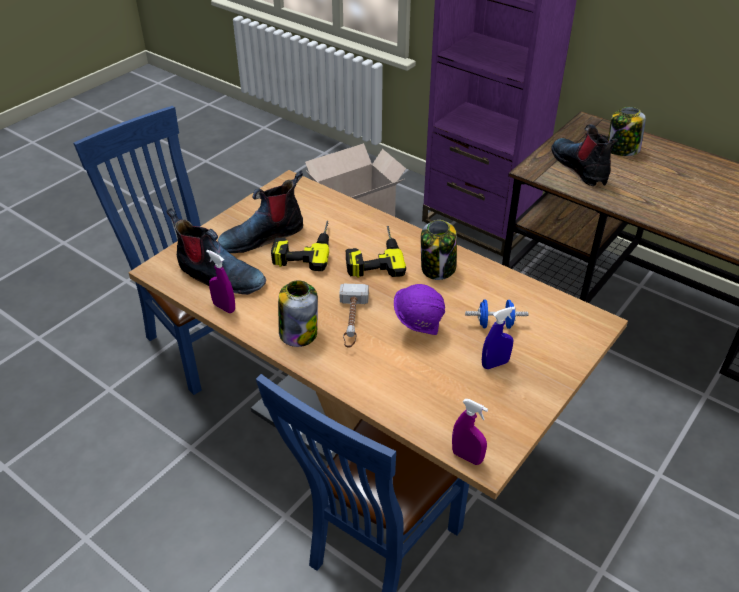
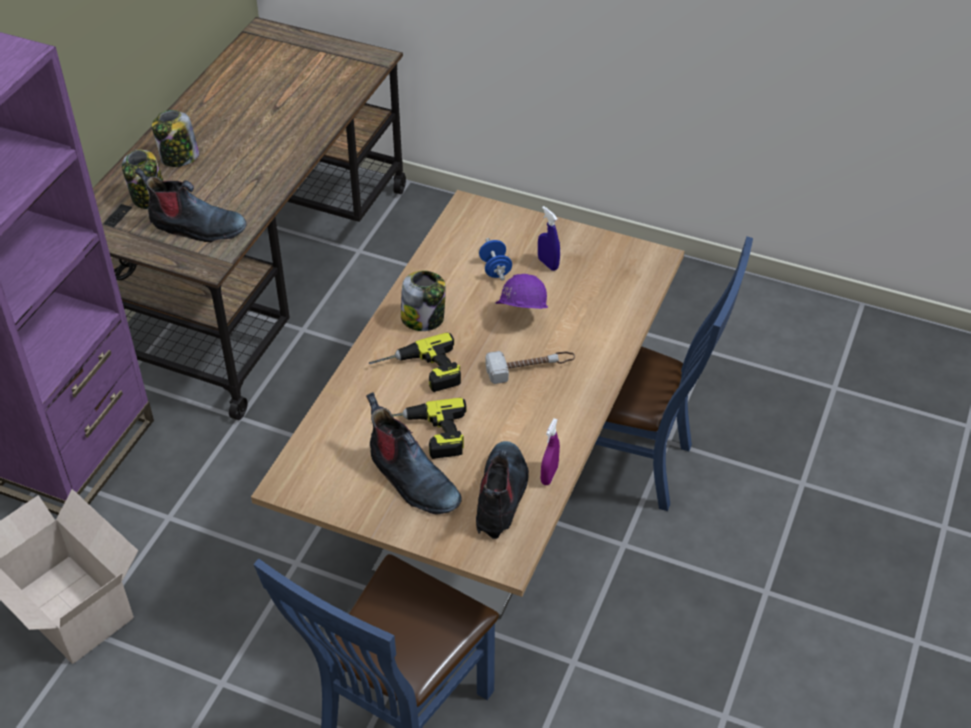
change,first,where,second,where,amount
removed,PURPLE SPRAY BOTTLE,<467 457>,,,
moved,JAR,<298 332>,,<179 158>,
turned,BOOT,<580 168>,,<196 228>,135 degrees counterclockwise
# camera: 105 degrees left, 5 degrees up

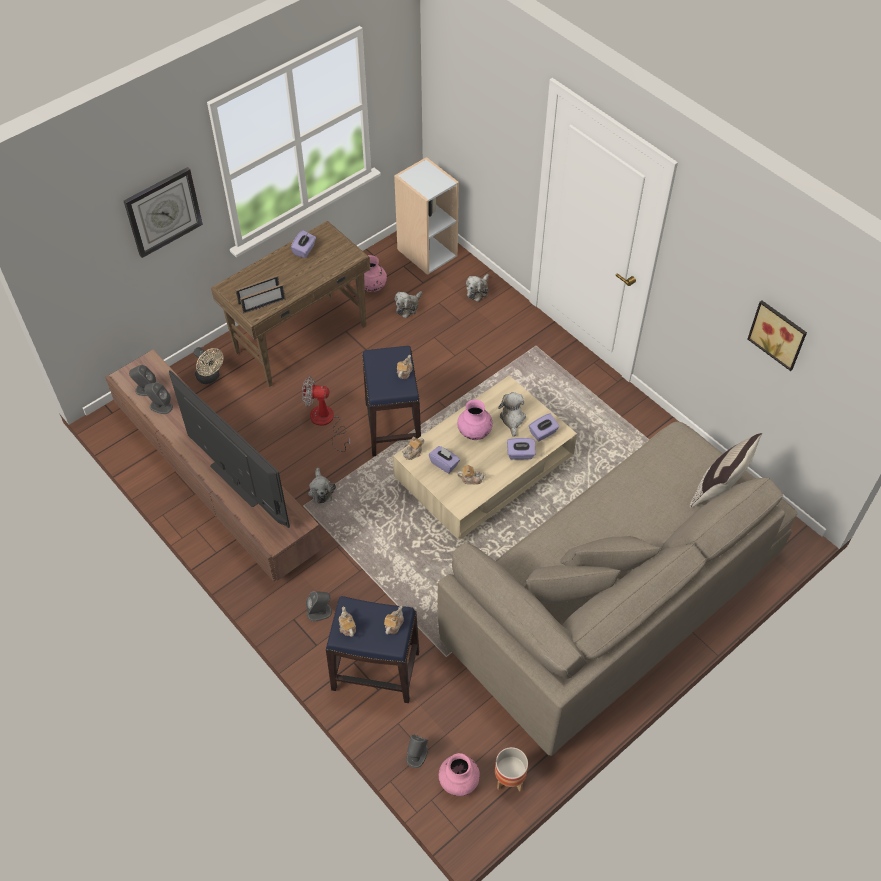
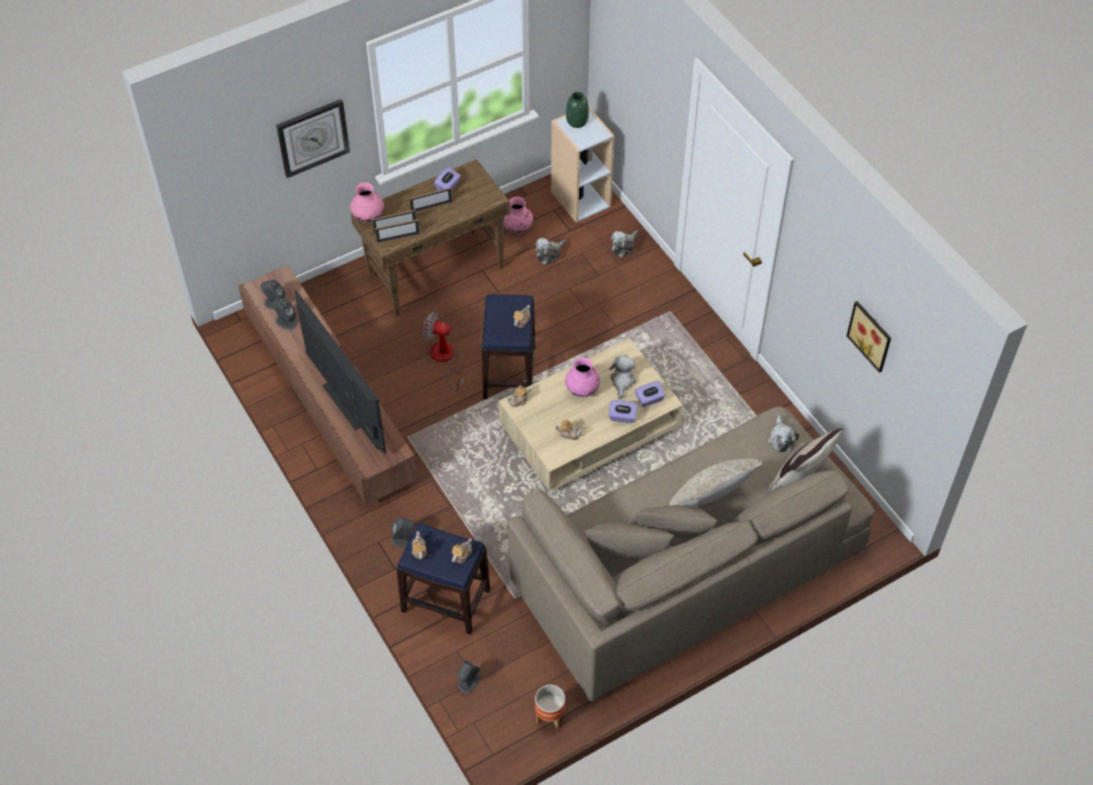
change,first,where,second,where,amount
removed,BEIGE FAN,<210 377>,,,
removed,PURPLE TISSUE BOX,<444 464>,,,
added,,,PICTURE FRAME,<431 207>,
added,,,GREEN VASE,<576 121>,
added,,,BEIGE PILLOW,<710 502>,
moved,PLUSH TOY,<321 490>,,<781 439>,
moved,PINK VASE,<459 781>,,<368 216>,
# camera: 10 degrees right, 0 degrees up

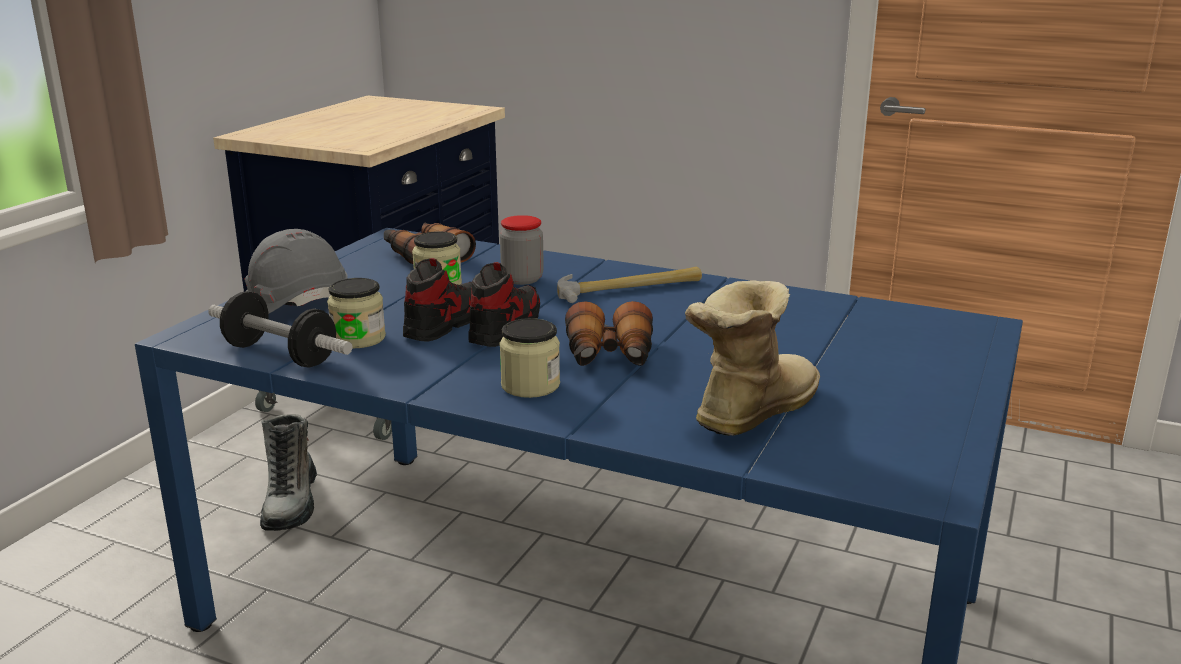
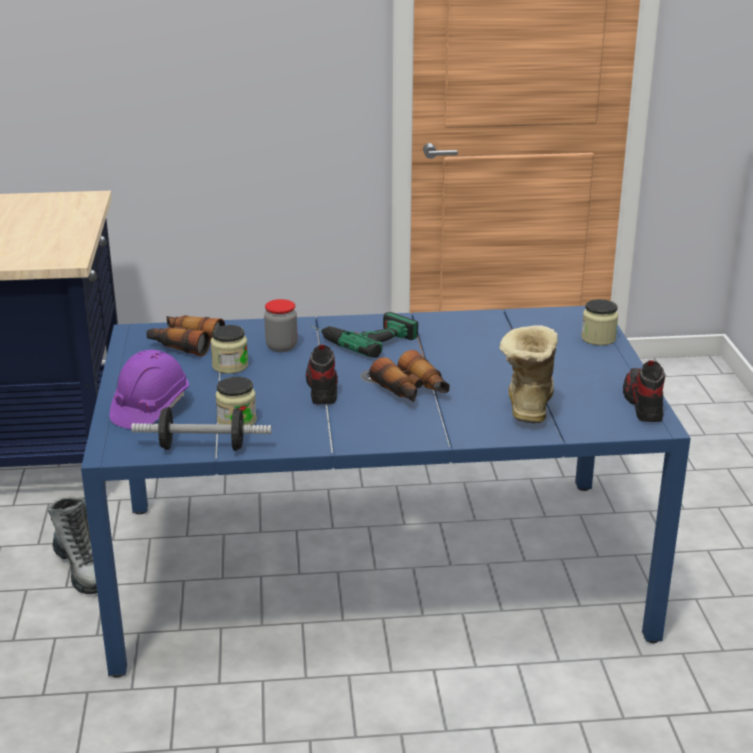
change,first,where,second,where,amount
moved,SHOE,<444 323>,,<642 404>,
moved,JAR,<530 385>,,<598 338>,
replaced,HAMMER,<629 289>,POWER DRILL,<361 337>,
recoloured,GREY HARD HAT,<292 305>,PURPLE HARD HAT,<150 408>,
# camera: 30 degrees left, 5 degrees up

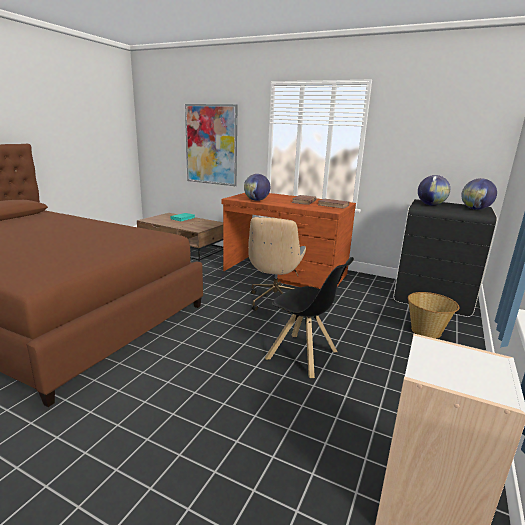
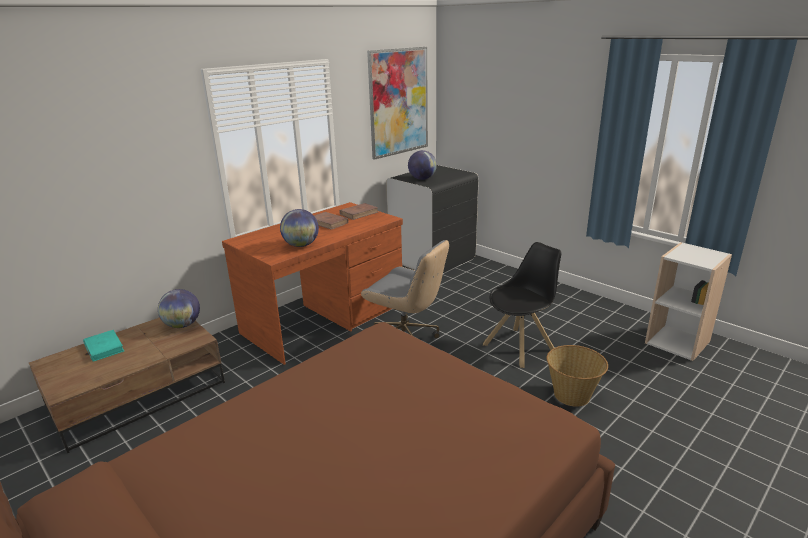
change,first,where,second,where,amount
moved,PICTURE,<211 145>,,<399 102>,
moved,BASKET,<426 331>,,<572 395>,
moved,GLOBE,<475 209>,,<182 325>,
# camera: 70 degrees left, 5 degrees up

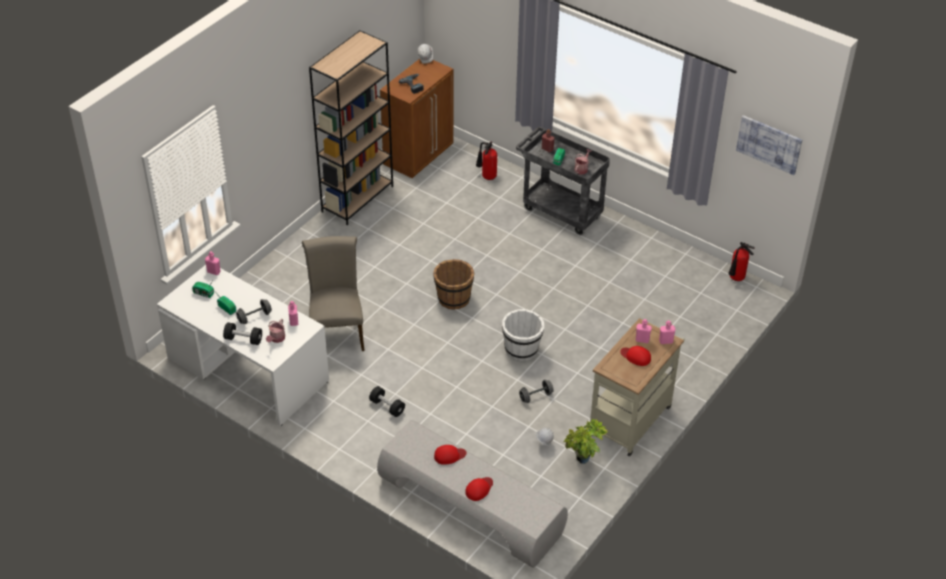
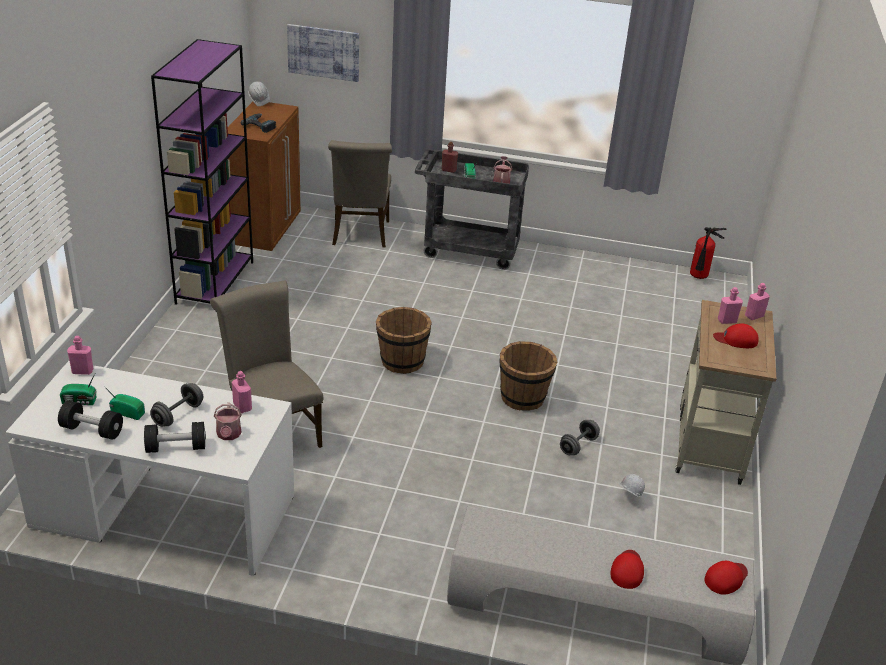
change,first,where,second,where,amount
removed,POTTED PLANT,<583 462>,,,
moved,BLACK DUMBBELL,<387 406>,,<92 430>,
moved,RED CAP,<449 455>,,<726 578>,
moved,PICTURE,<769 144>,,<323 52>,
replaced,FIRE EXTINGUISHER,<486 177>,BEIGE CHAIR,<360 235>,
recoloured,BEIGE BOOKCASE,<357 198>,PURPLE BOOKCASE,<215 282>,
recoloured,WHITE BUCKET,<522 349>,BROWN BUCKET,<523 397>,
# camera: 25 degrees left, 10 degrees down

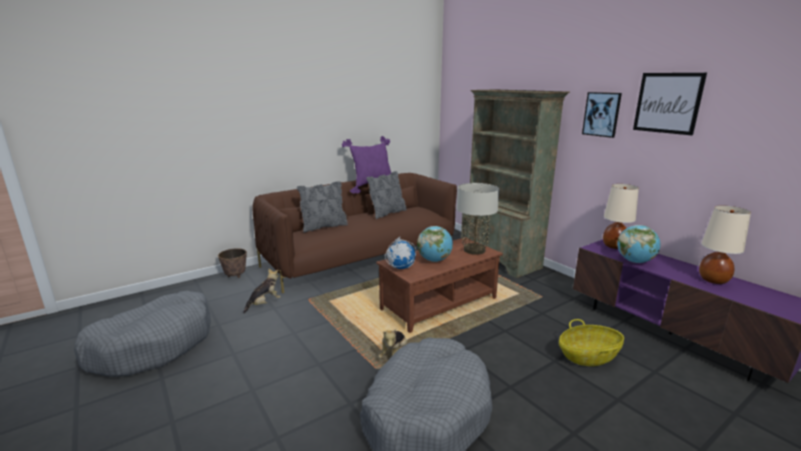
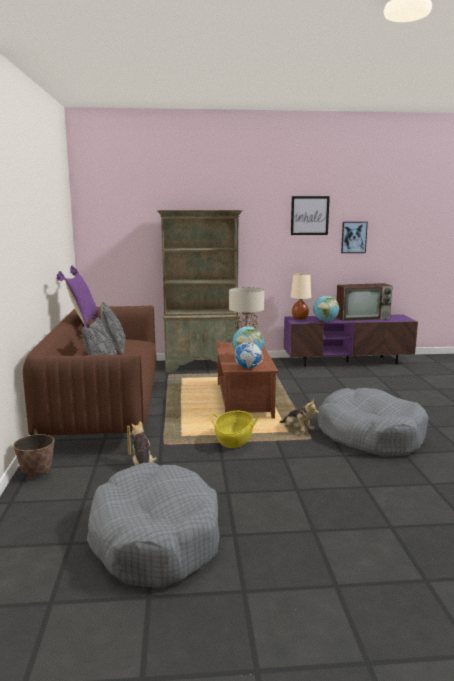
change,first,where,second,where,amount
moved,BASKET,<588 356>,,<234 440>,
moved,PICTURE,<601 114>,,<353 237>,
replaced,BEIGE TABLE LAMP,<713 280>,TELEVISION,<363 318>,
# camera: 60 degrees left, 5 degrees down

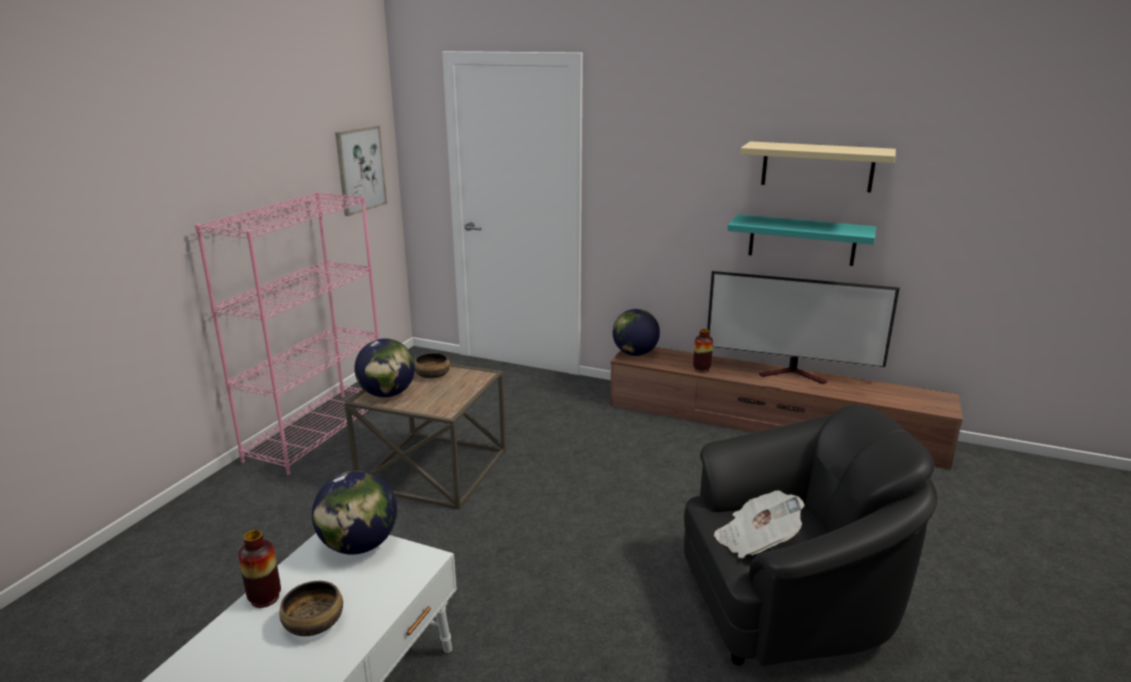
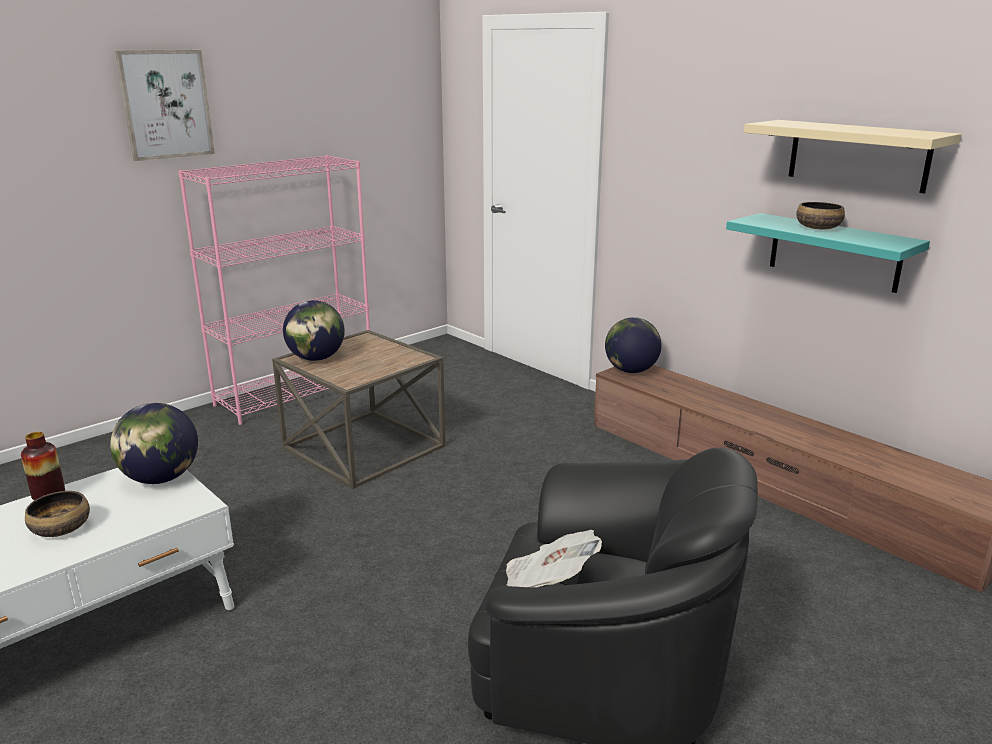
change,first,where,second,where,amount
removed,VASE,<701 369>,,,
removed,TELEVISION,<794 374>,,,
moved,PICTURE,<360 169>,,<166 104>,
moved,BOWL,<432 375>,,<817 228>,
# camera: 25 degrees right, 0 degrees up

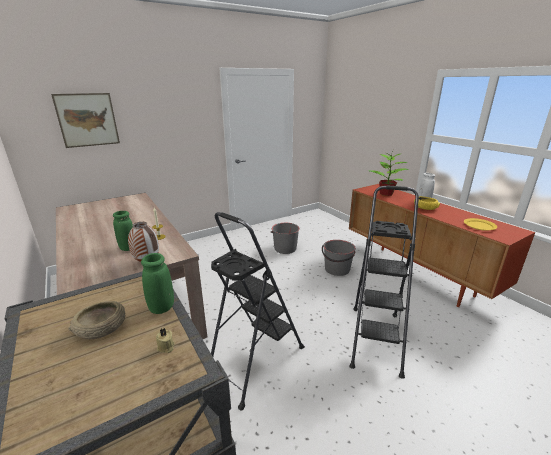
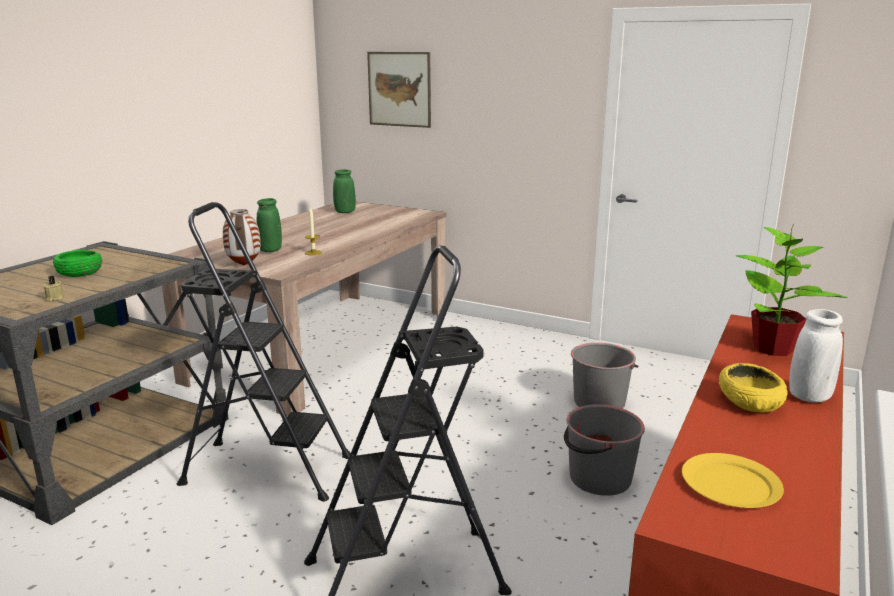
change,first,where,second,where,amount
moved,GREEN VASE,<162 307>,,<345 212>,
recoloured,BEIGE BOWL,<101 328>,GREEN BOWL,<79 273>,
# camera: 60 degrees right, 5 degrees down

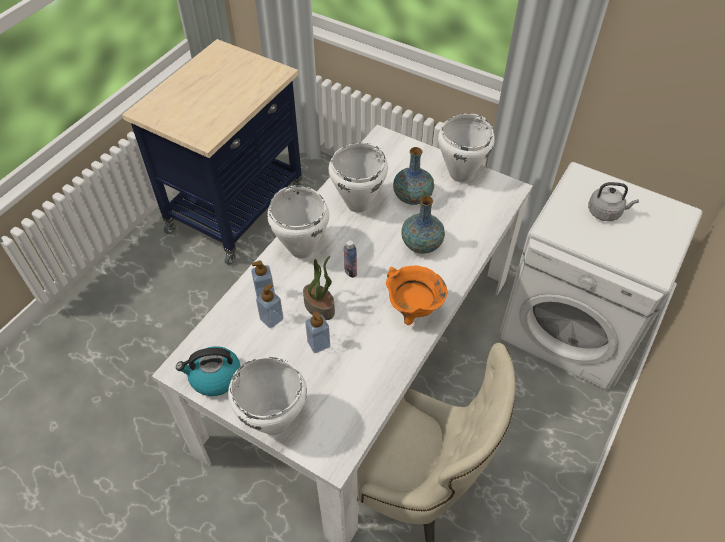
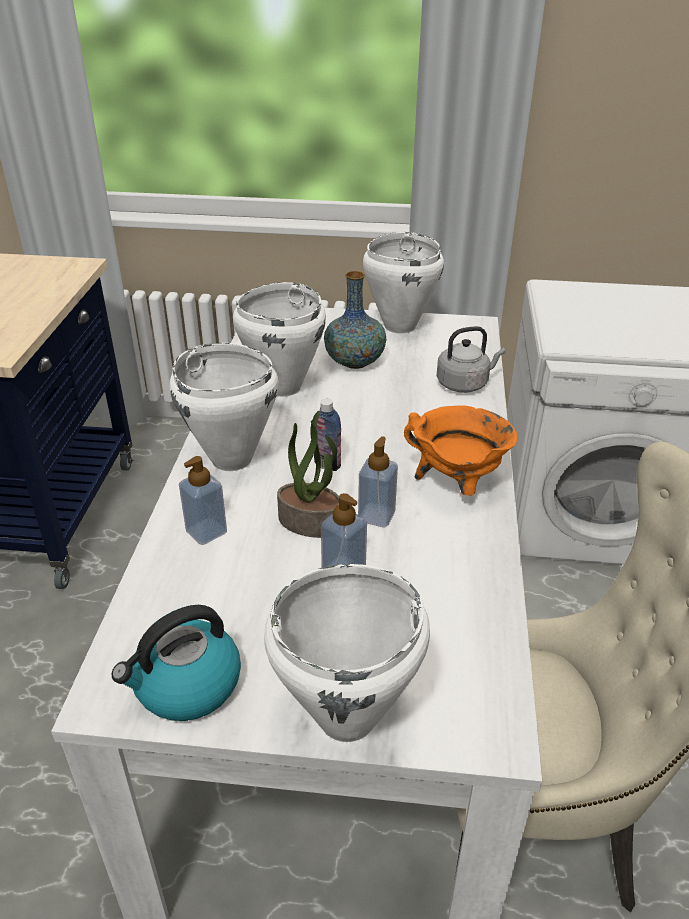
change,first,where,second,where,amount
removed,VASE,<421 244>,,,
moved,SOAP DISPENSER,<271 319>,,<376 516>,
moved,GREY KETTLE,<606 212>,,<464 383>,
# camera: 25 degrees left, 15 degrees down

